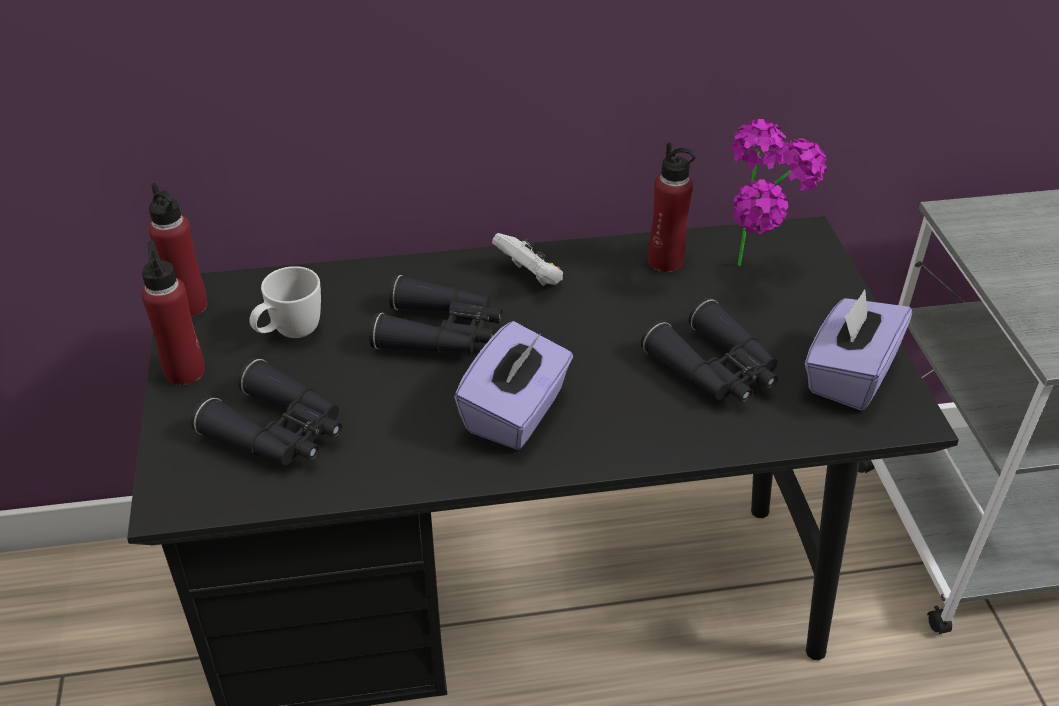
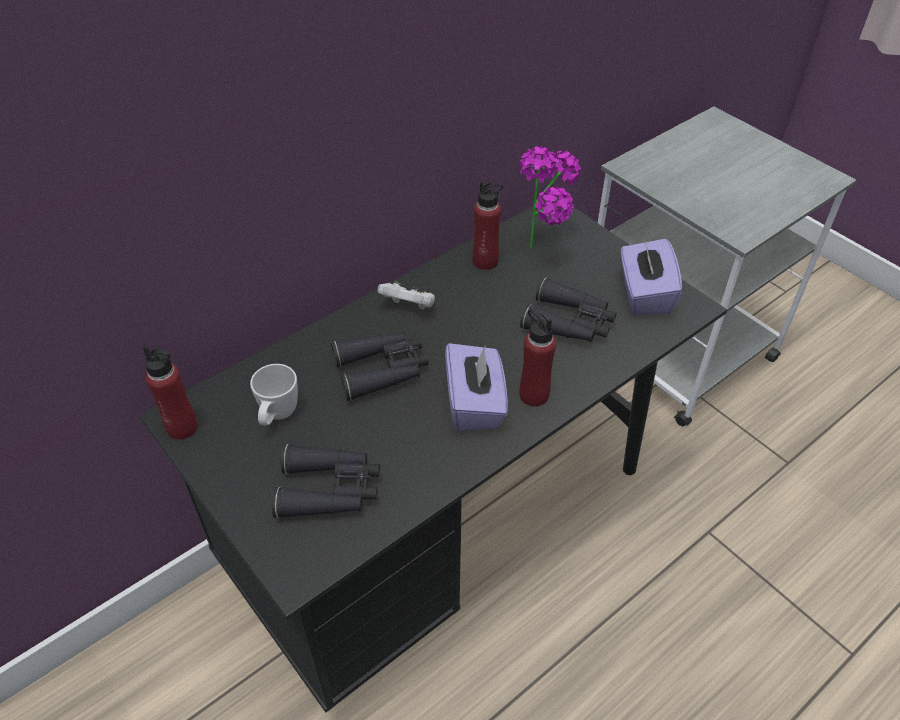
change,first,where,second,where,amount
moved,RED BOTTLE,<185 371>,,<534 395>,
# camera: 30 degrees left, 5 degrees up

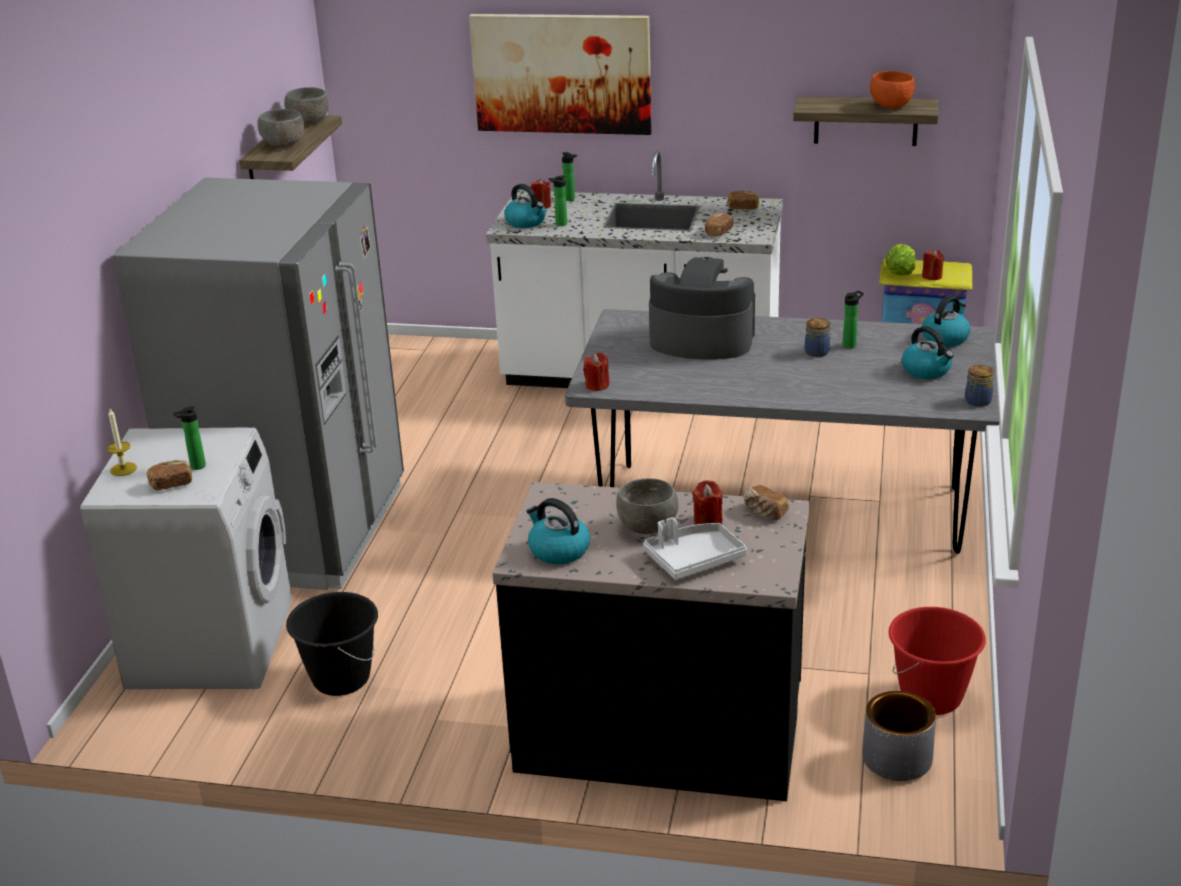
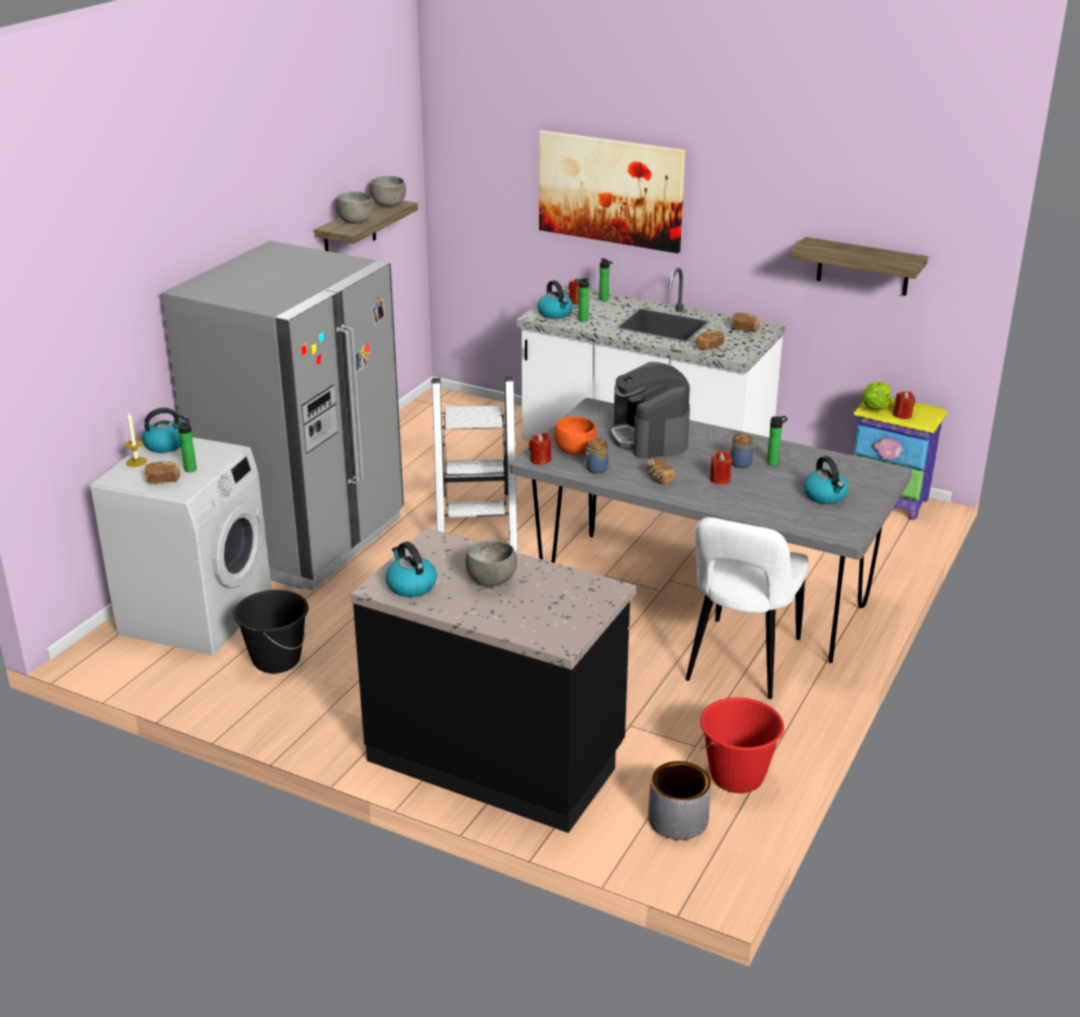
change,first,where,second,where,amount
removed,GREY TRAY,<694 559>,,,
added,,,GREY STEP LADDER,<476 523>,
added,,,WHITE CHAIR,<741 663>,
moved,RED CANDLE,<708 520>,,<720 479>,
moved,BREAD,<764 512>,,<658 478>,
moved,ORANGE BOWL,<891 106>,,<574 451>,
moved,KETTLE,<945 338>,,<166 445>,
moved,JAR,<977 402>,,<596 469>,
turned,COFFEE MACHINE,<701 340>,,<649 437>,135 degrees counterclockwise
# camera: 15 degrees right, 0 degrees up

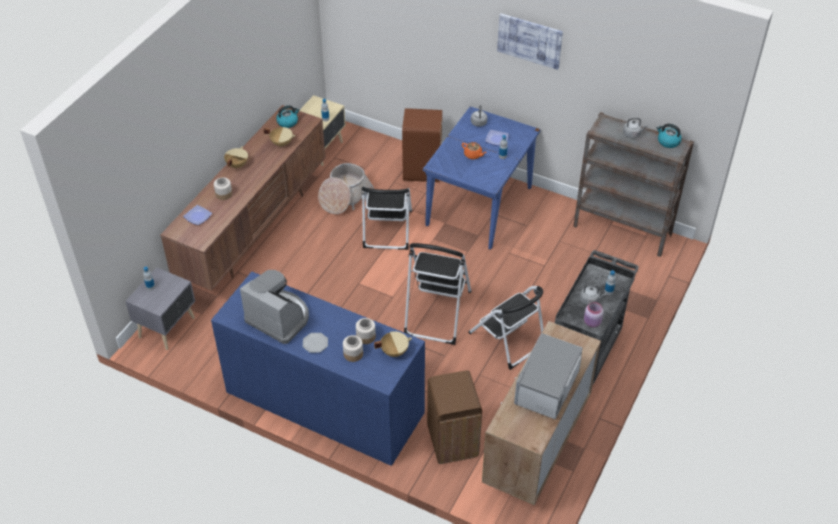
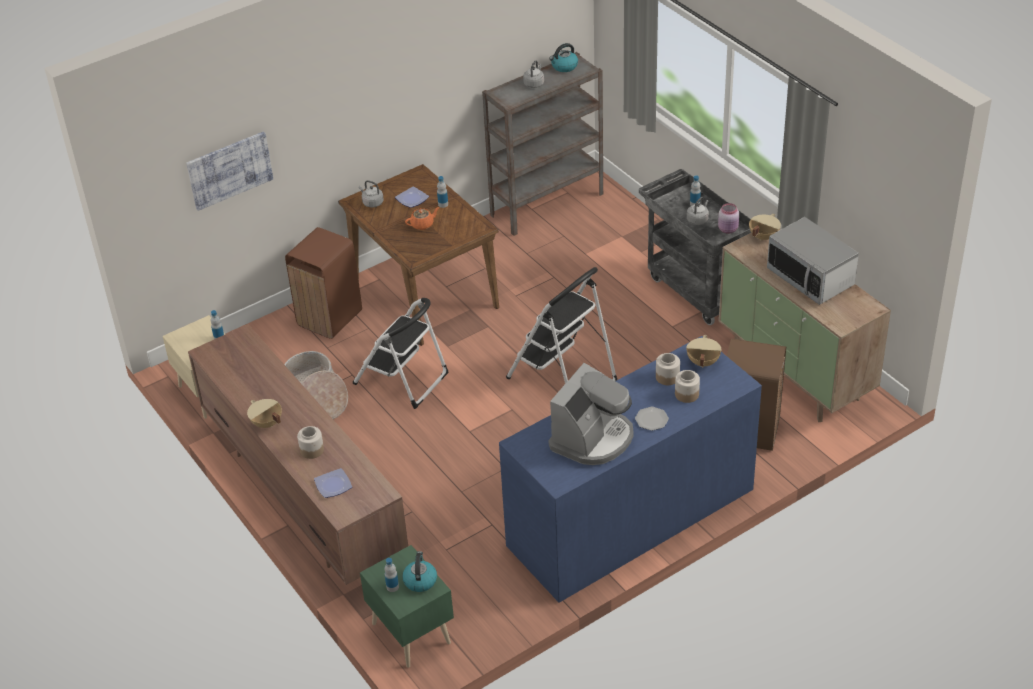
change,first,where,second,where,amount
removed,STEP LADDER,<508 340>,,,
moved,BEIGE COOKING POT,<281 143>,,<763 236>,
moved,KETTLE,<288 122>,,<420 580>,
moved,PICTURE,<530 40>,,<229 170>,
recoloured,GREY NIGHTSTAND,<168 327>,GREEN NIGHTSTAND,<412 632>,
recoloured,BLUE DINING TABLE,<479 205>,BROWN DINING TABLE,<424 292>,
turned,COFFEE MACHINE,<279 318>,,<593 438>,150 degrees clockwise
# camera: 60 degrees left, 5 degrees down

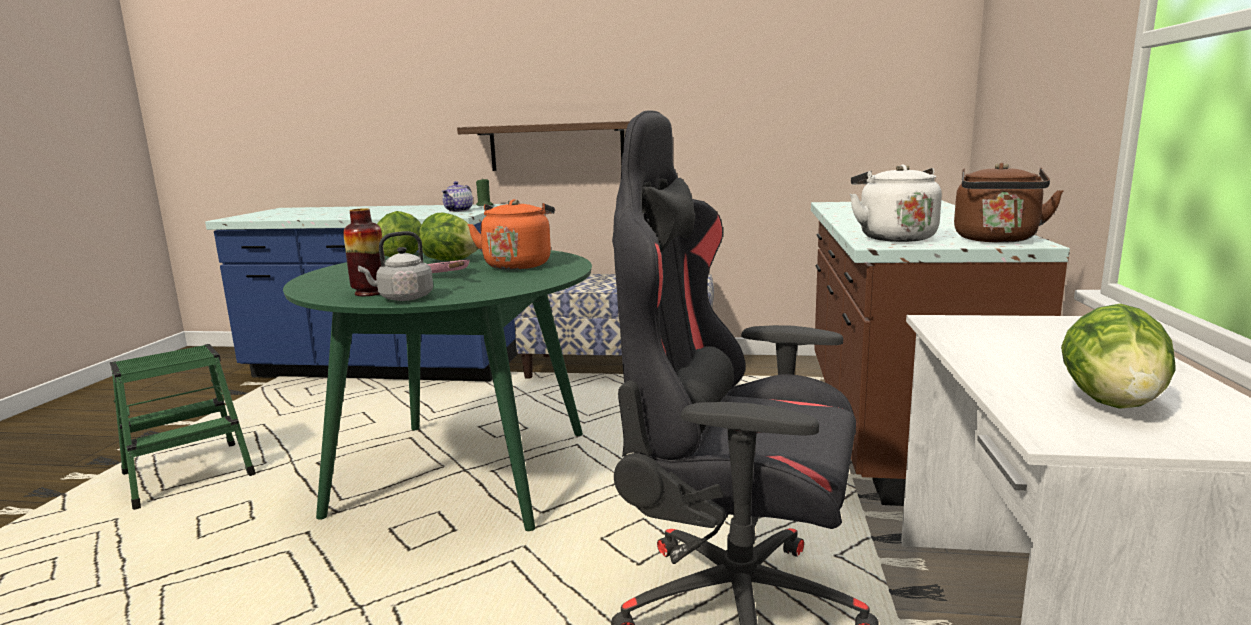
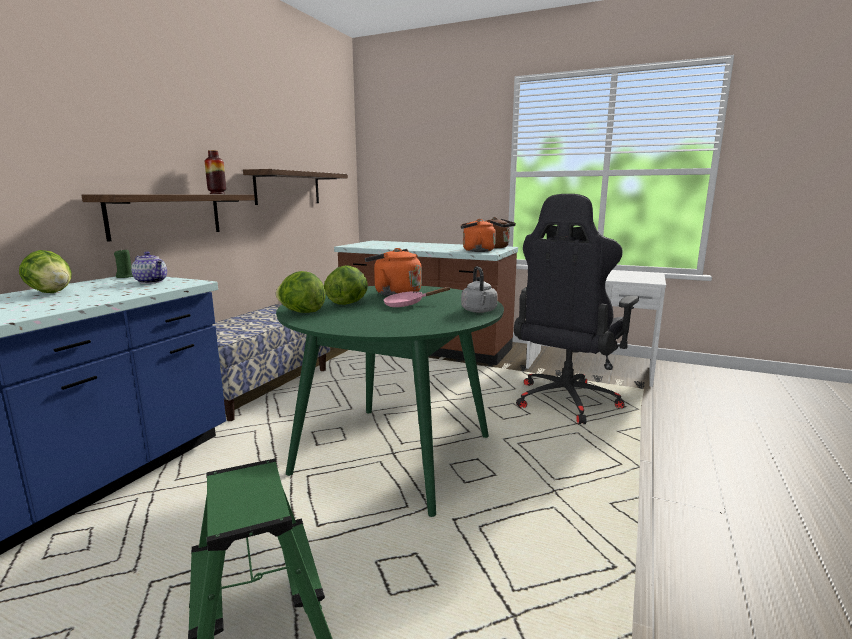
change,first,where,second,where,amount
added,,,SHELF,<288 188>,
moved,VASE,<370 293>,,<217 194>,
moved,LETTUCE,<1112 402>,,<51 292>,
recoloured,WHITE KETTLE,<893 237>,ORANGE KETTLE,<476 251>,
# camera: 75 degrees left, 0 degrees up

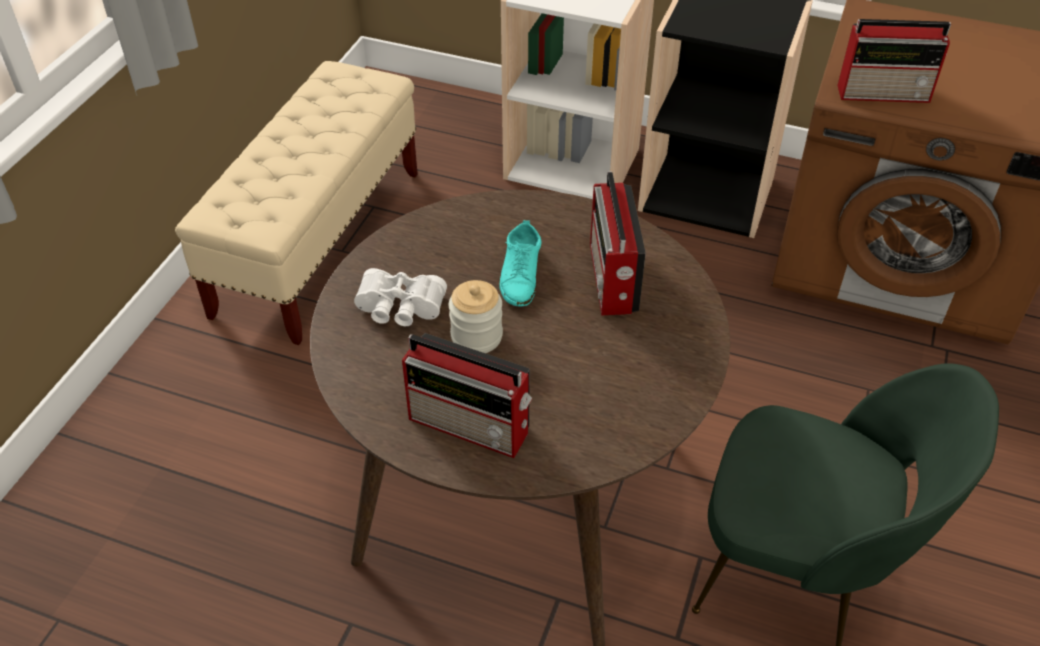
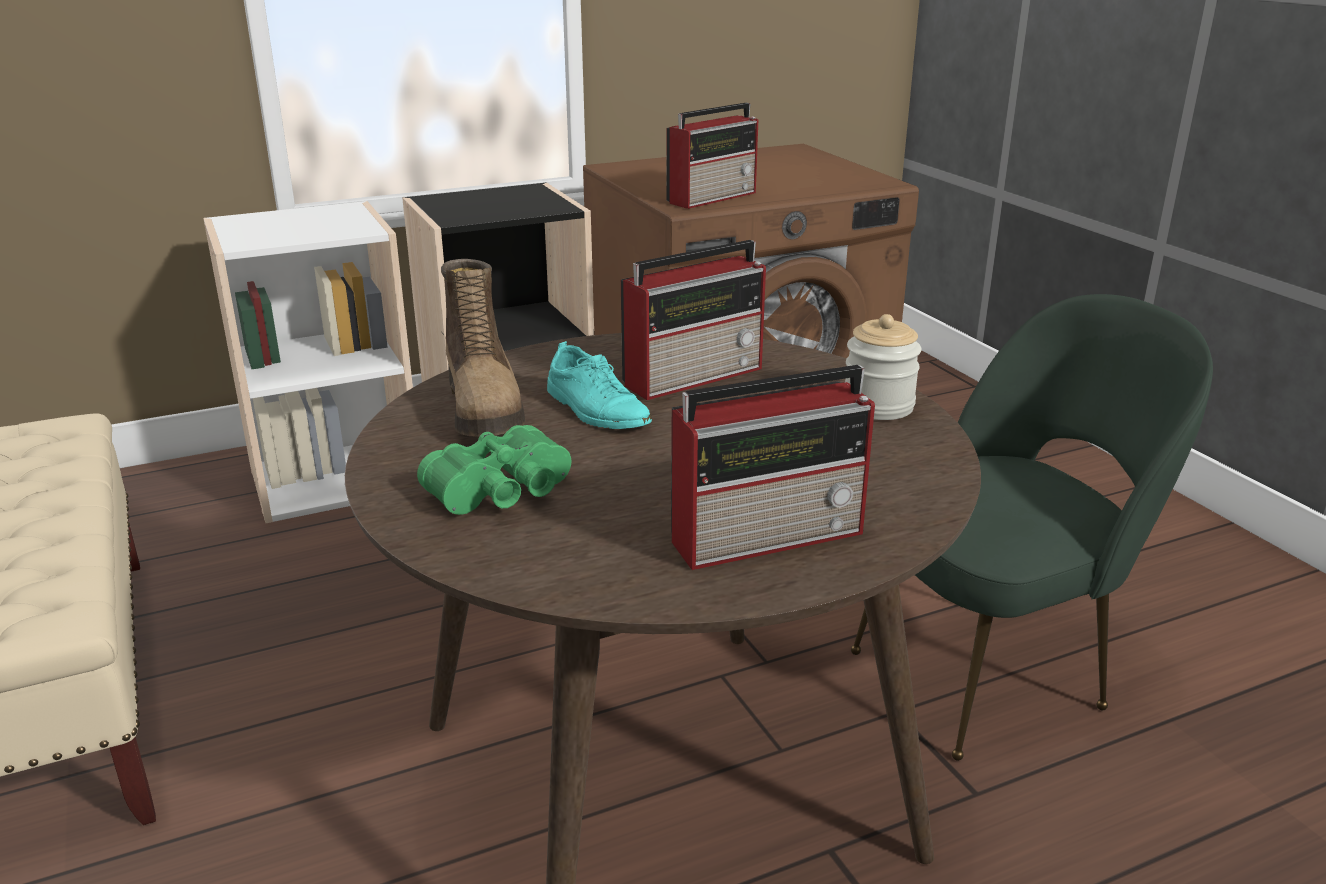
change,first,where,second,where,amount
added,,,BOOT,<486 408>,
moved,JAR,<476 336>,,<878 406>,
recoloured,WHITE BINOCULARS,<399 309>,GREEN BINOCULARS,<504 493>,
turned,RADIO,<612 280>,,<696 375>,75 degrees counterclockwise
# camera: 45 degrees left, 20 degrees down

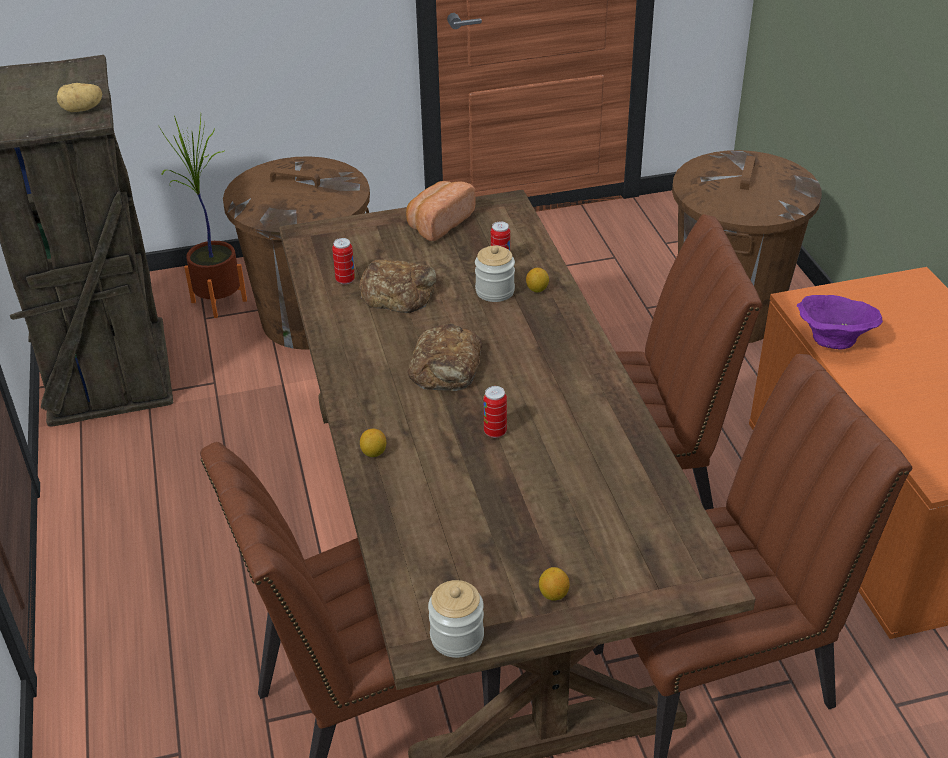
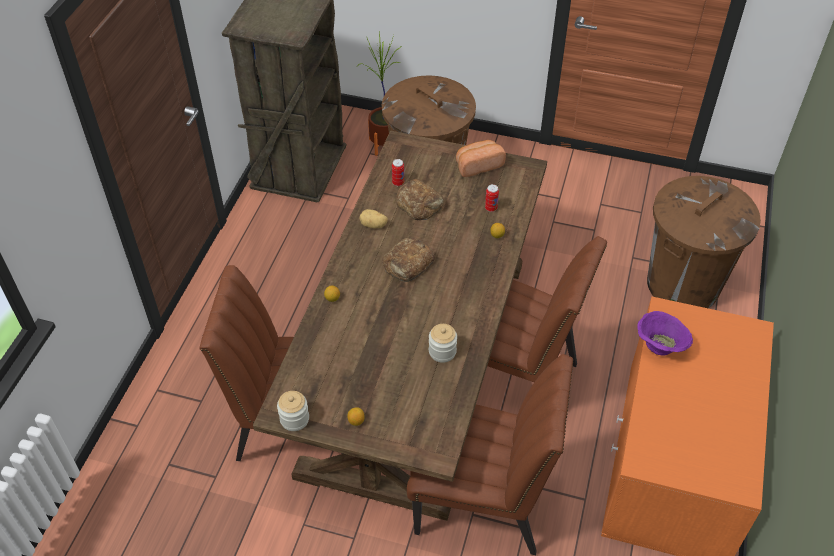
change,first,where,second,where,amount
removed,CAN,<495 432>,,,
moved,POTATO,<82 110>,,<373 225>,
moved,JAR,<495 291>,,<442 351>,
# camera: 30 degrees right, 10 degrees up

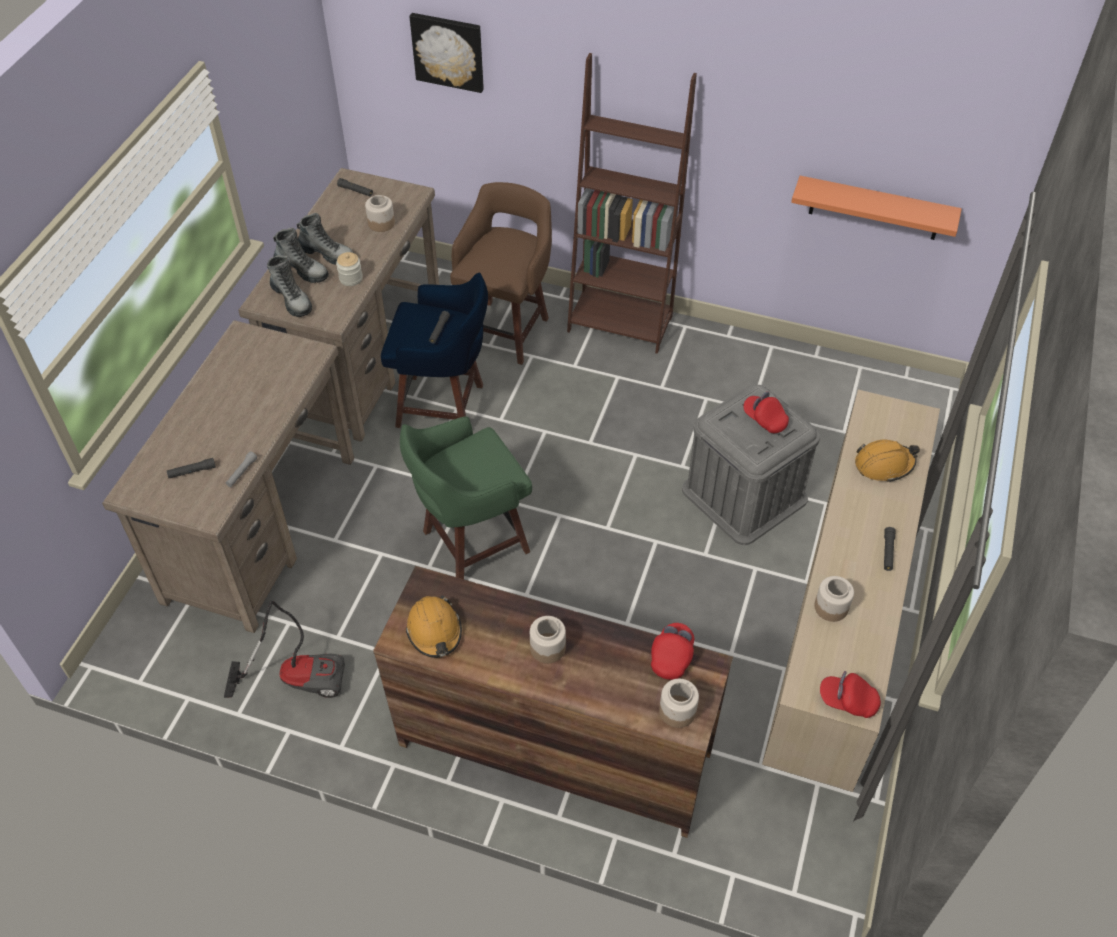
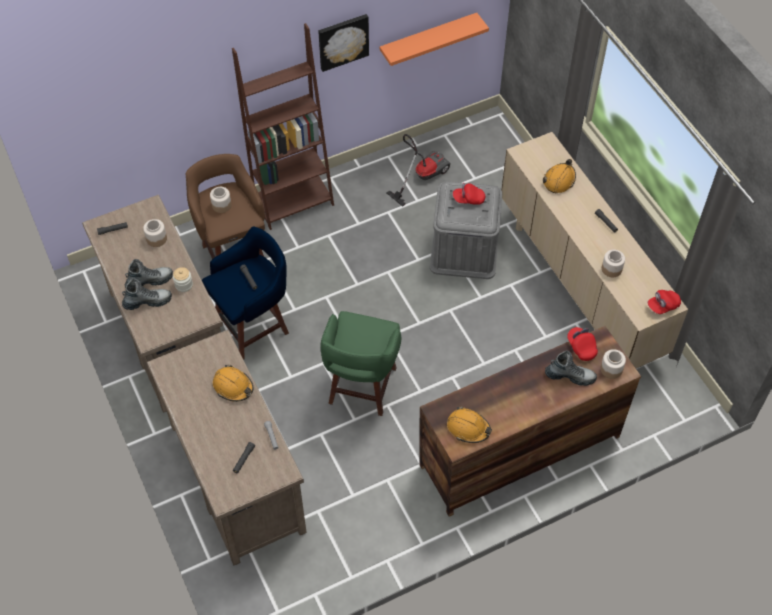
change,first,where,second,where,amount
added,,,ORANGE HARD HAT,<233 386>,
moved,VACUUM CLEANER,<298 677>,,<421 176>,
moved,BOOT,<292 299>,,<570 376>,
moved,PICTURE,<448 51>,,<343 41>,
moved,JAR,<547 647>,,<221 205>,
# camera: 45 degrees left, 5 degrees up

